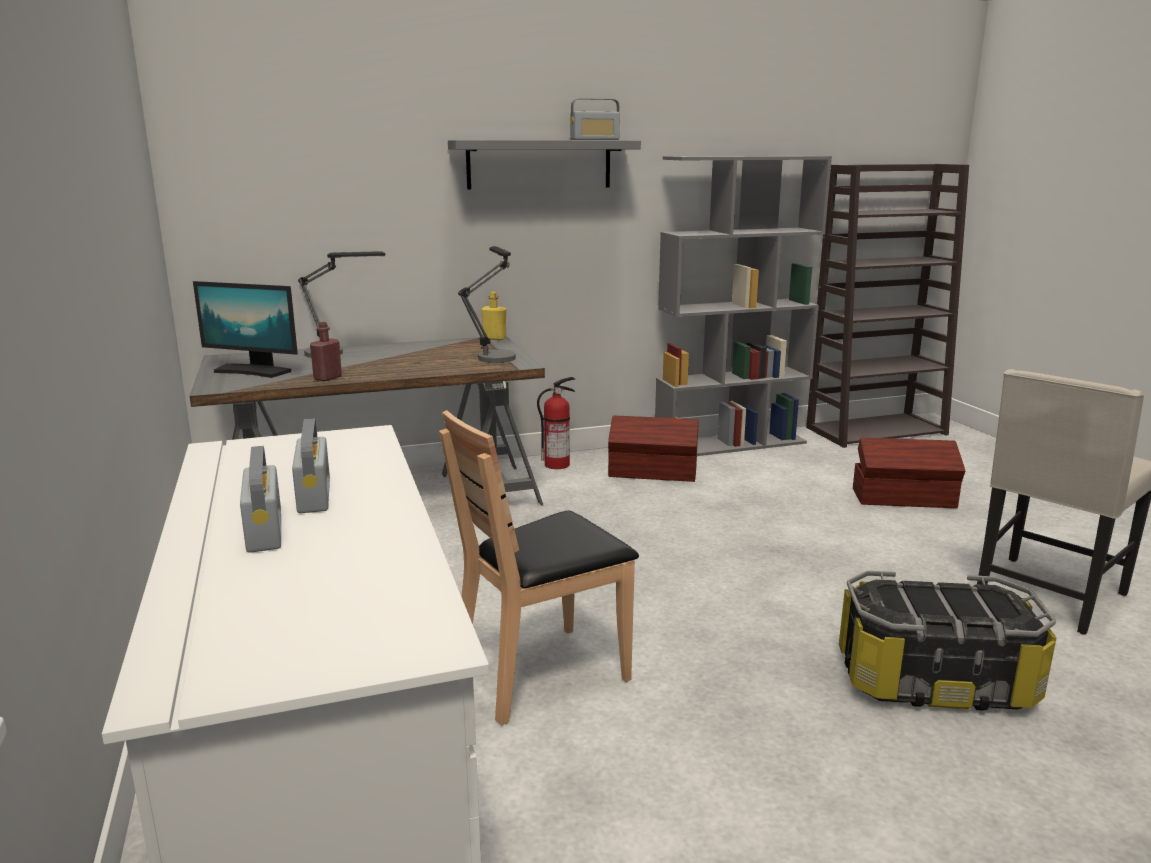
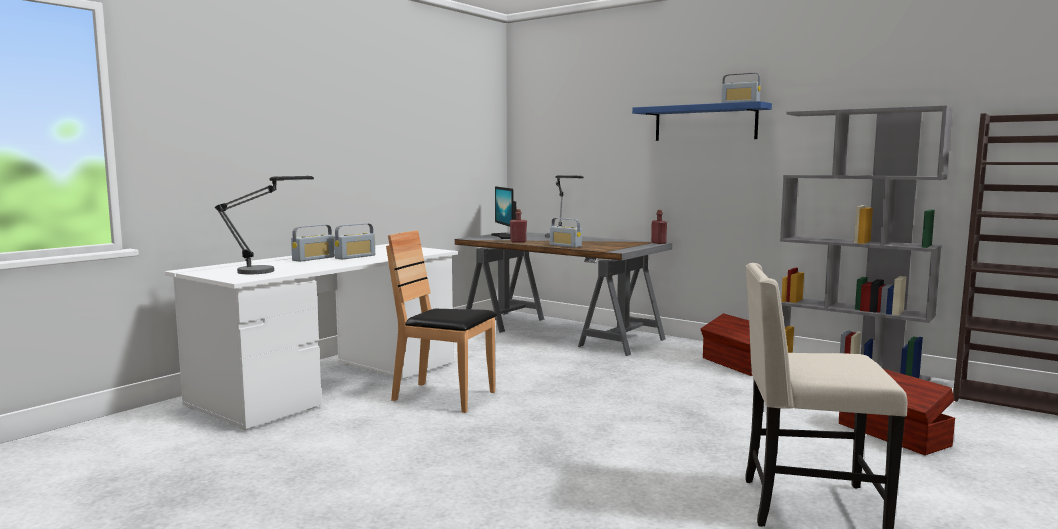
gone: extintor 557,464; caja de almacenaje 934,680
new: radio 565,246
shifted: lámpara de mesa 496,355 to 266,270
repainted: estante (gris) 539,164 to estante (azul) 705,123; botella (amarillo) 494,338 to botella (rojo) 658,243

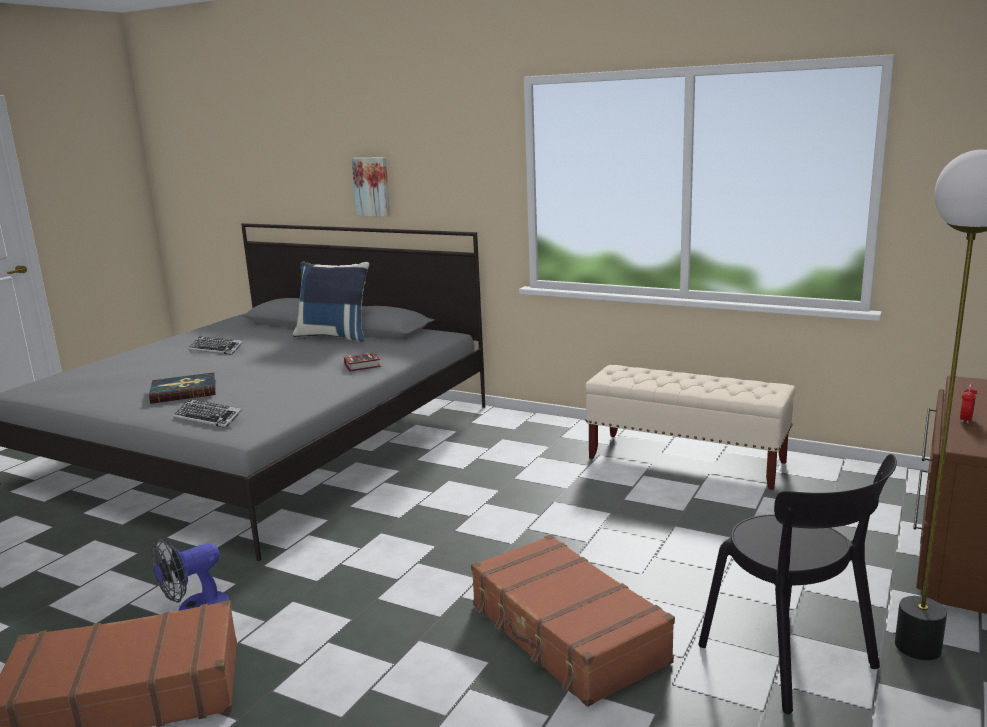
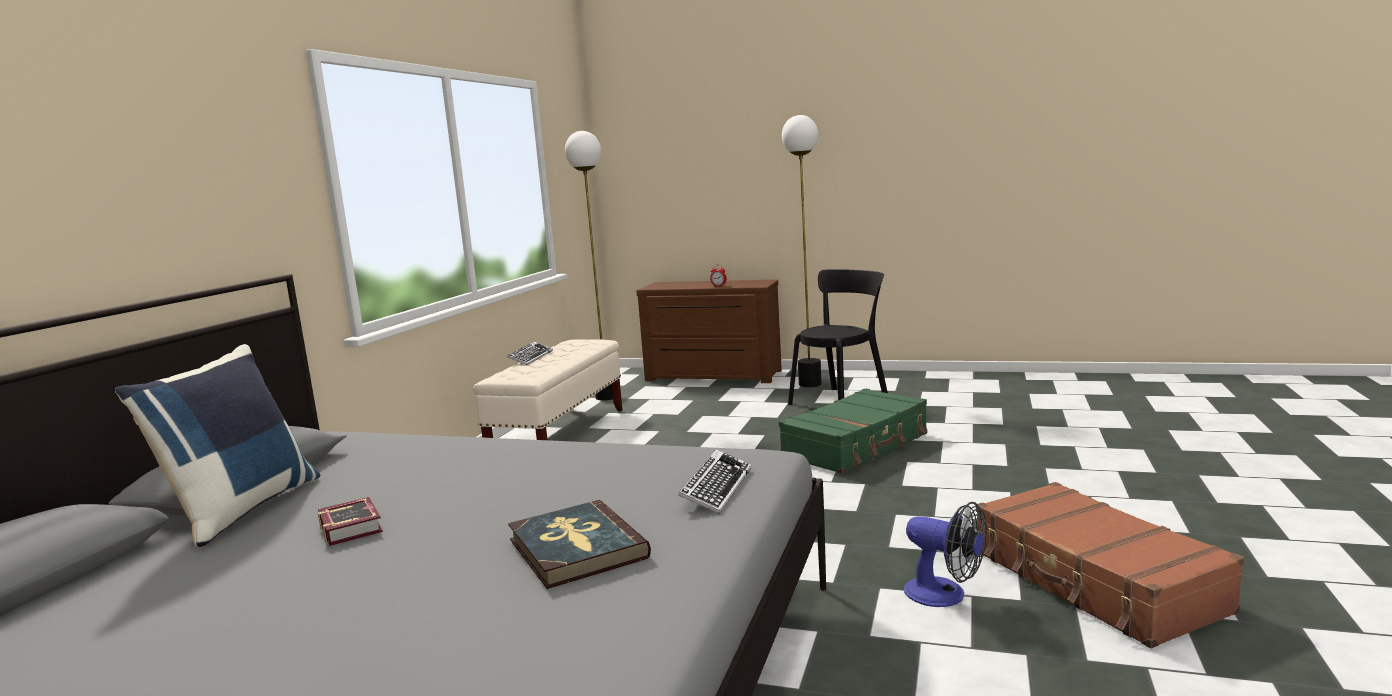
gone: cuadro 372,186
new: lámpara de pie 606,397
shifted: teclado 216,349 to 530,357; libro 364,366 to 352,526
repainted: maleta (marrón) 566,634 to maleta (verde) 856,446

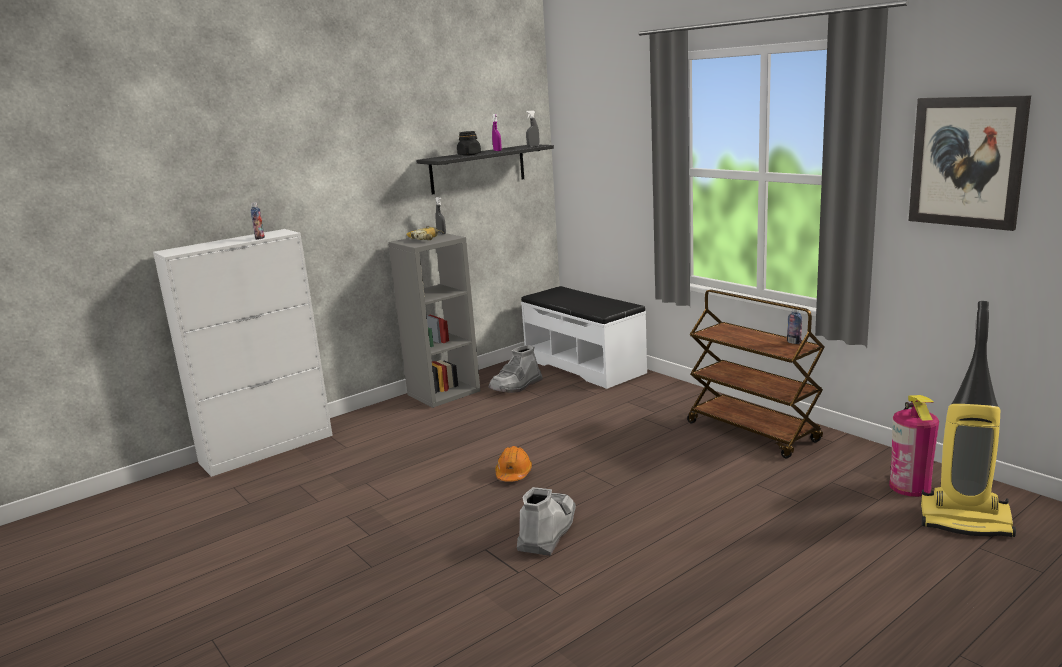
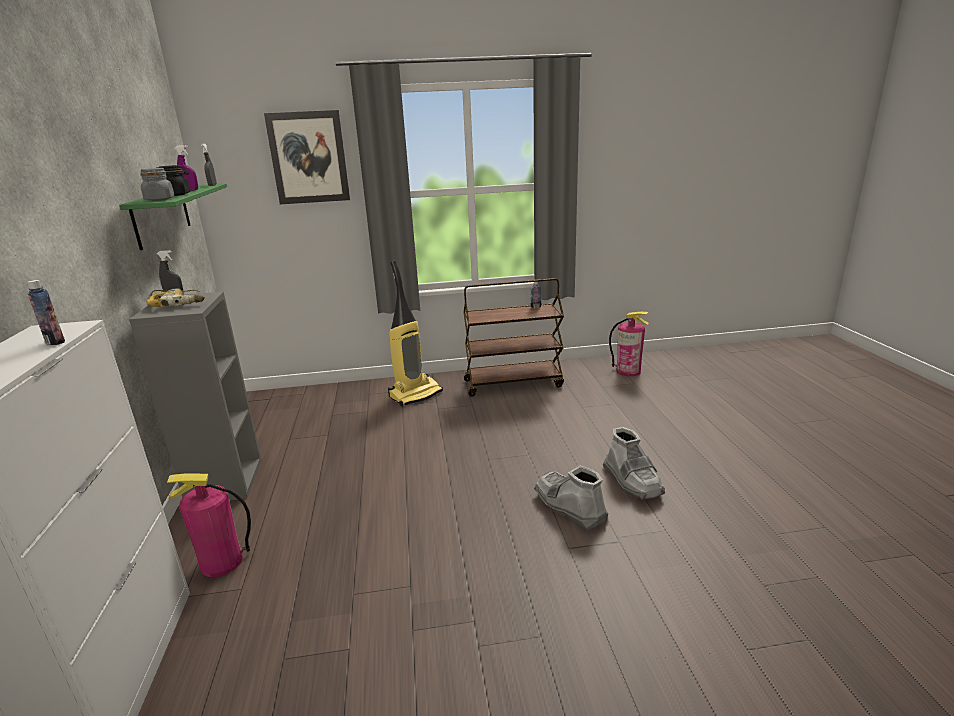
gone: casco (naranja) 513,473; banco (blanco) 584,365
new: tarro (gris) 160,199; extintor 221,562
shifted: bota (gris) 516,386 to 632,482; cuadro 966,162 to 309,158; aspiradora 965,520 to 415,394
repainted: estante (negro) 478,169 to estante (verde) 161,215

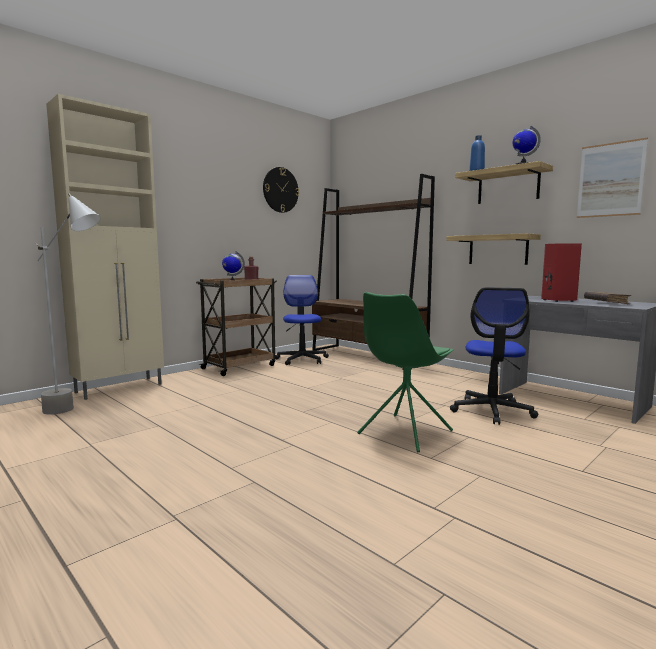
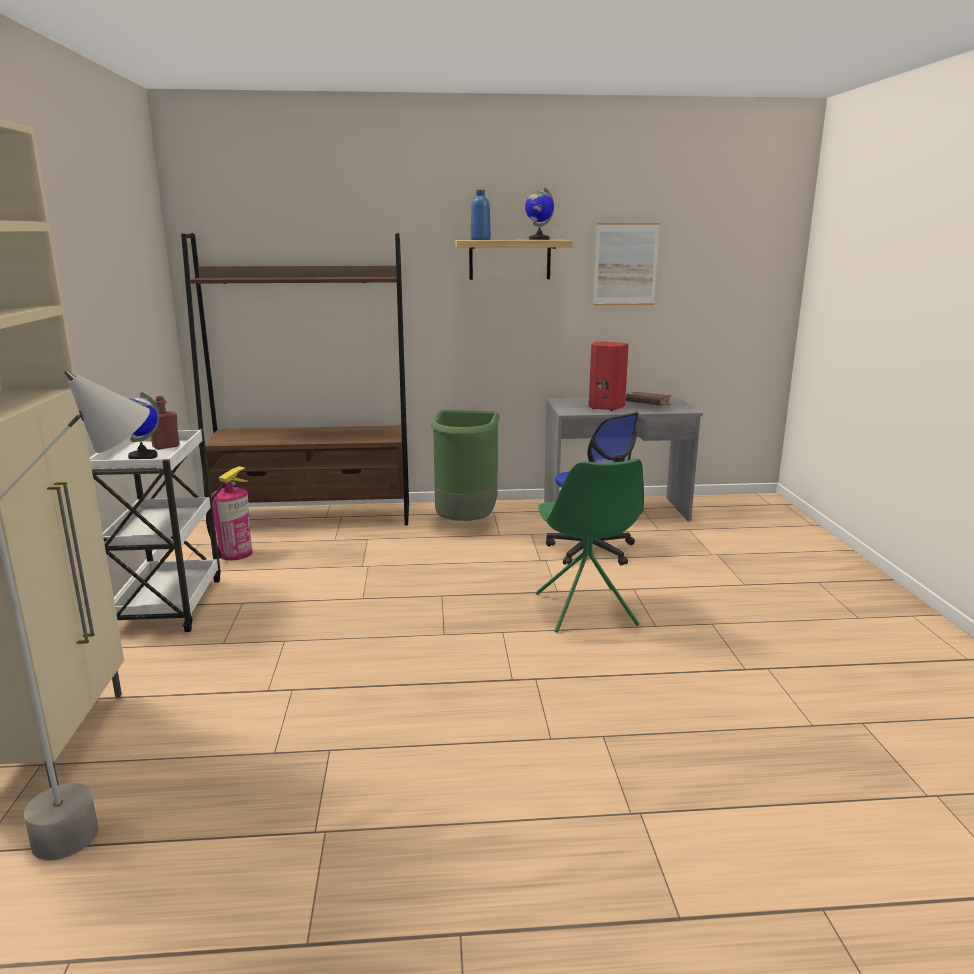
gone: reloj de pared 280,190; estante 498,250
new: papelera (verde) 466,524
swapped: silla de oficina 302,359 to extintor 235,553
repainted: carrito (marrón) 240,367 to carrito (blanco) 170,604

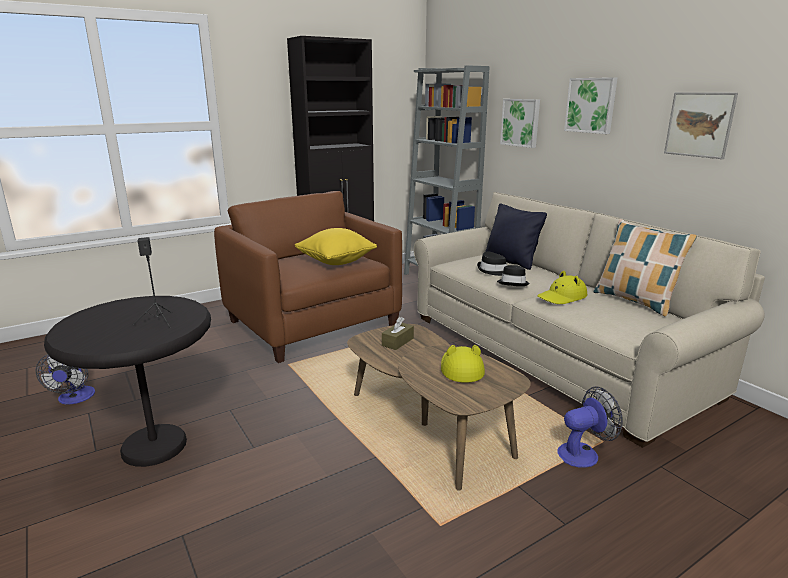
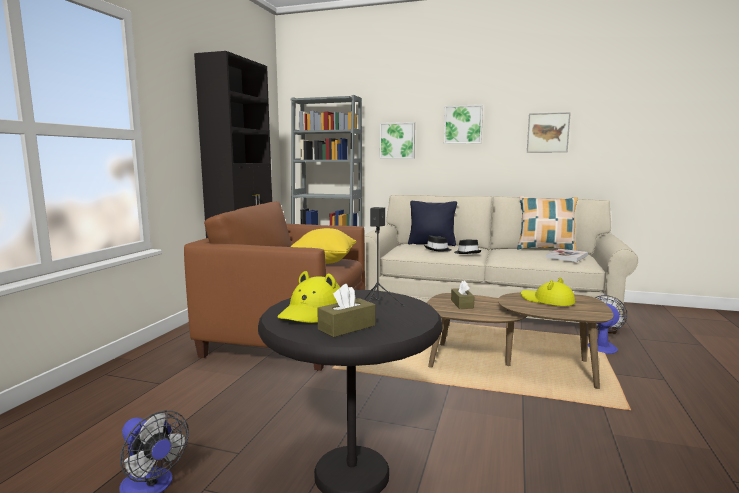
new: caja de pañuelos (marrón) 346,327; libro 566,256
shifted: sombrero (amarillo) 562,297 to 312,312

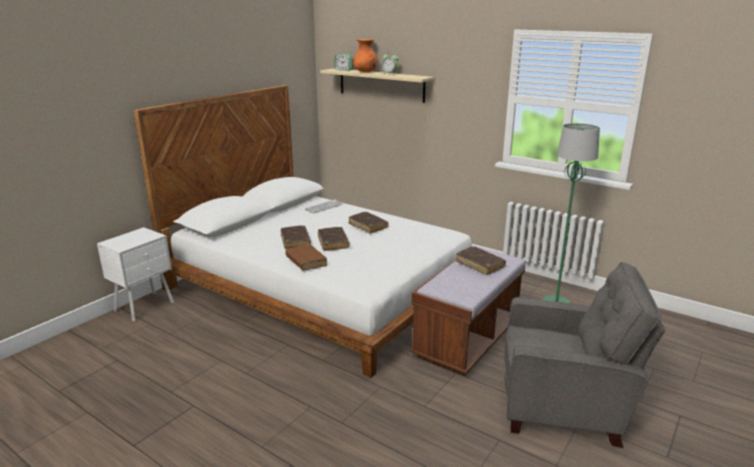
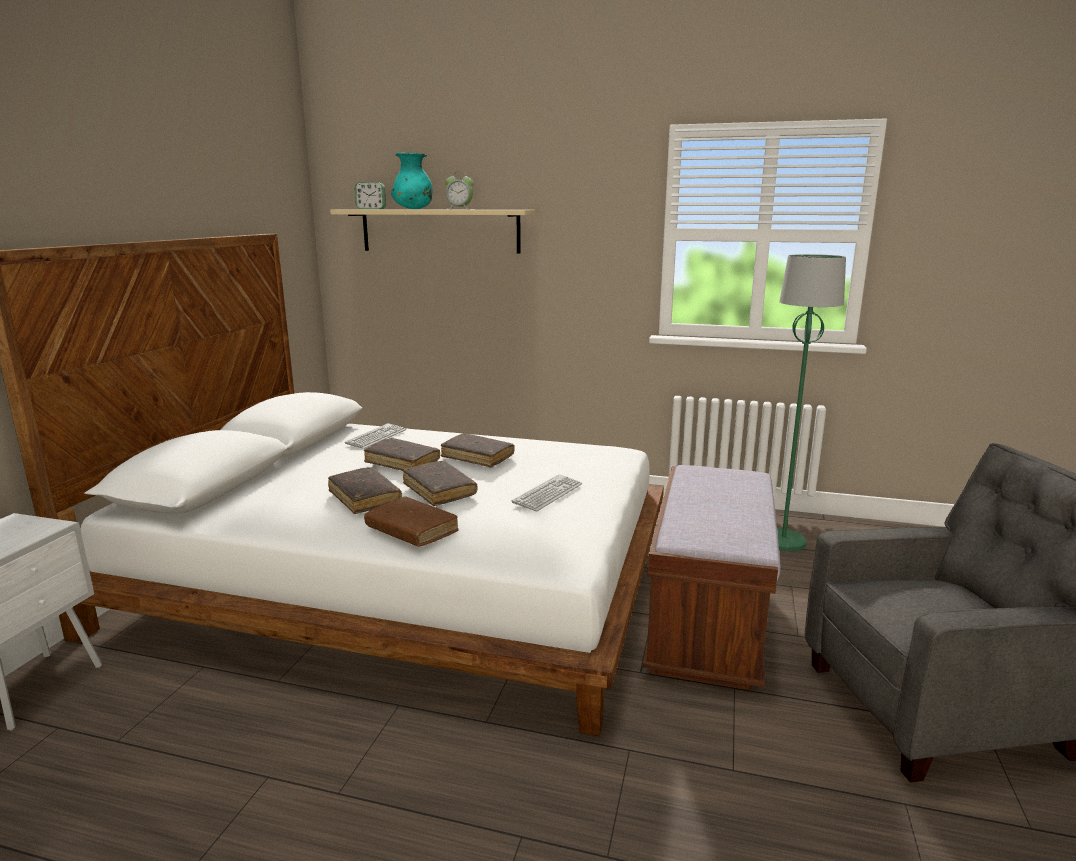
new: teclado 548,494
shifted: libro (marrón) 480,265 to 402,462
repainted: florero (naranja) 365,72 to florero (turquesa) 413,209

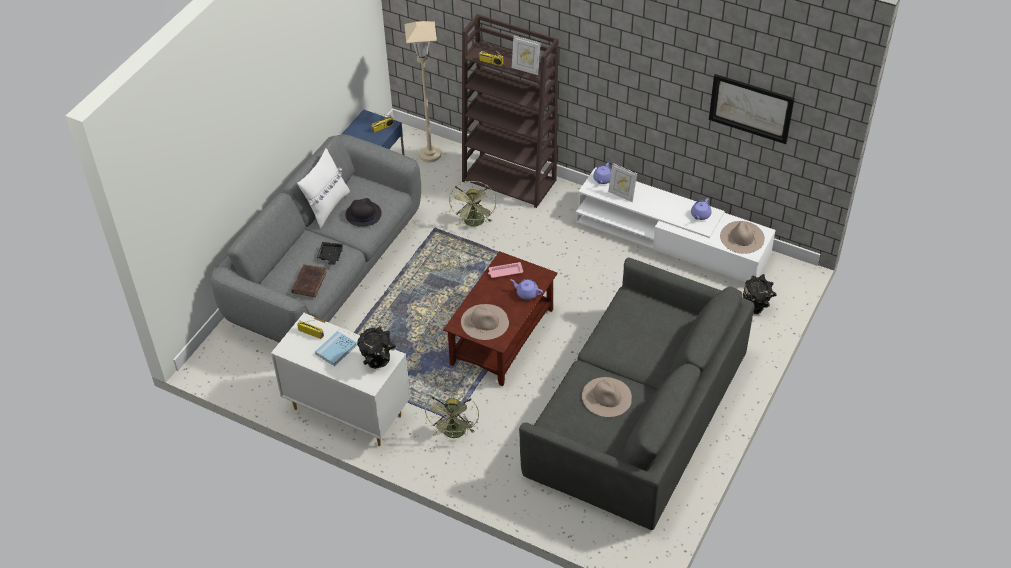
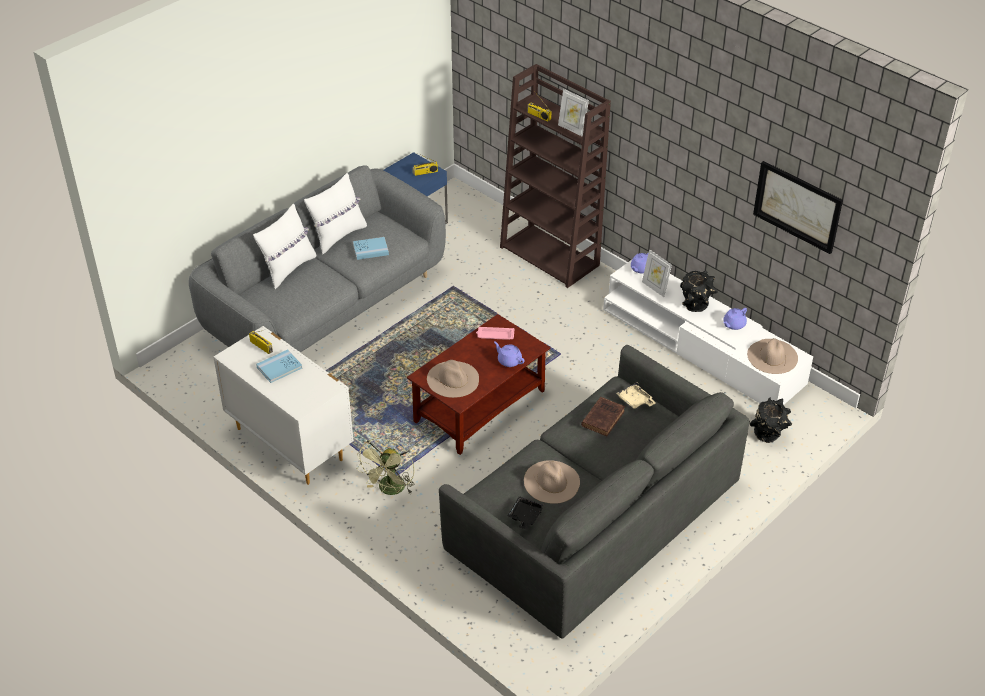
gone: lámpara de pie (beis) 430,154; ventilador (verde) 475,223
new: cojín (blanco) 288,269; bandeja (beis) 635,401
shifted: libro (marrón) 309,281 to 603,417; bandeja (negro) 330,256 to 525,516; florero (negro) 378,362 to 696,307
swapped: sombrero (negro) 363,214 to libro (azul) 370,249

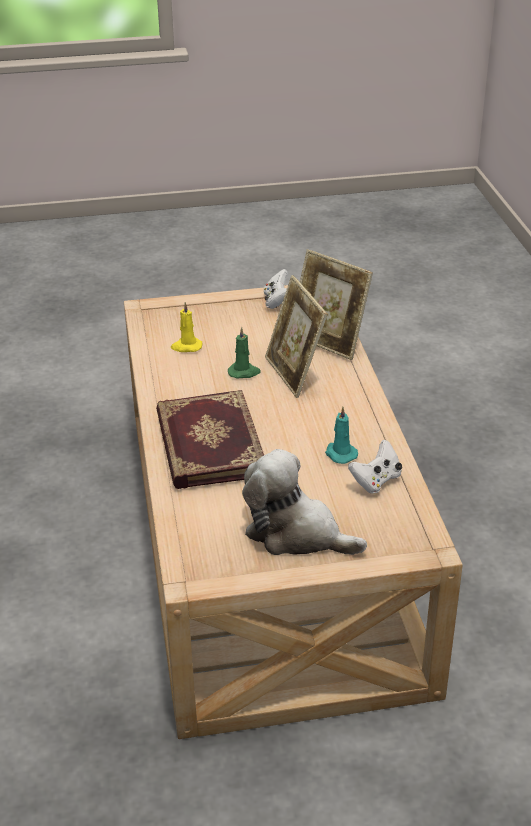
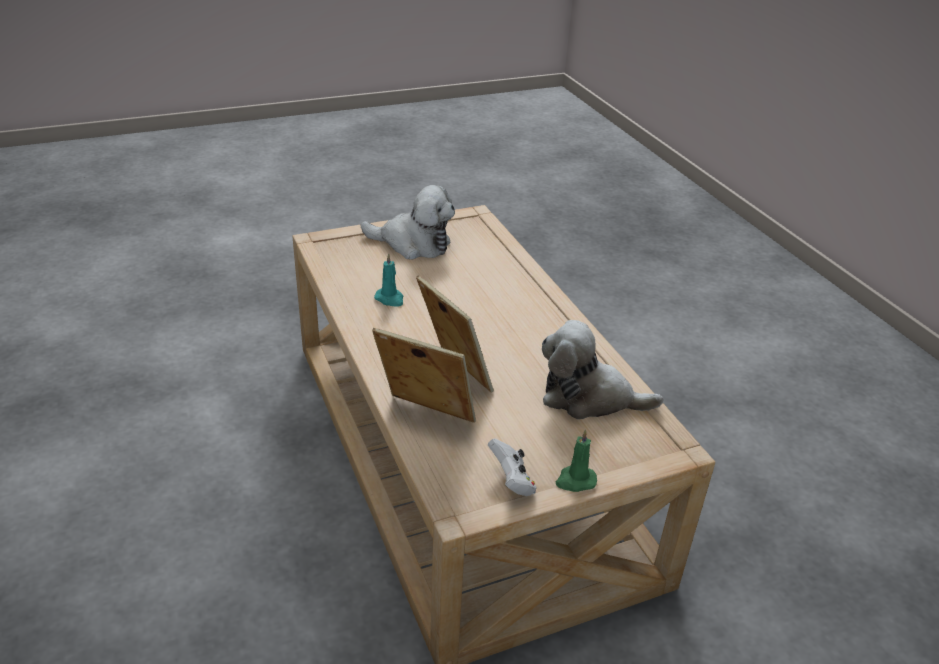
gone: libro 207,444; mando de consola (blanco) 376,481
shifted: vela (verde) 244,372 to 575,480
swapped: vela (amarillo) 186,347 to peluche 589,398

